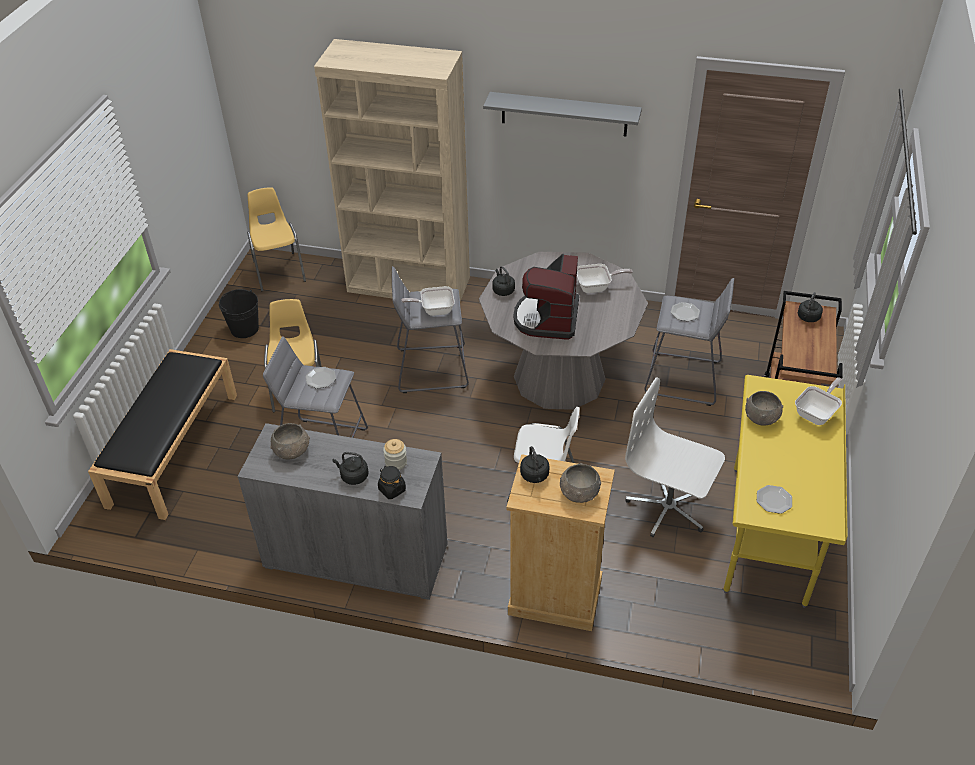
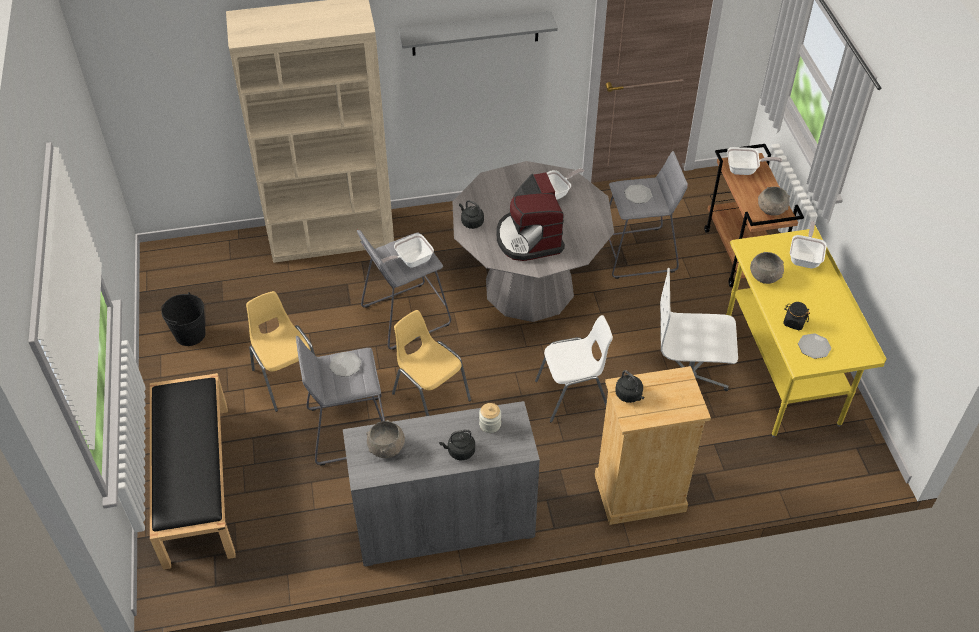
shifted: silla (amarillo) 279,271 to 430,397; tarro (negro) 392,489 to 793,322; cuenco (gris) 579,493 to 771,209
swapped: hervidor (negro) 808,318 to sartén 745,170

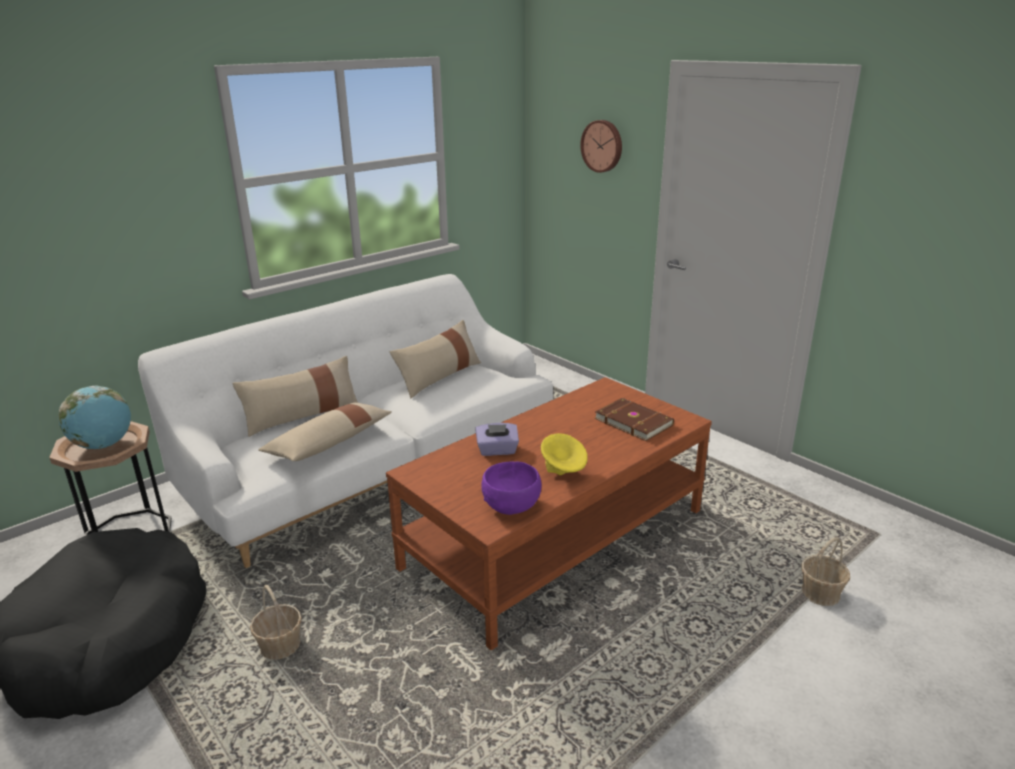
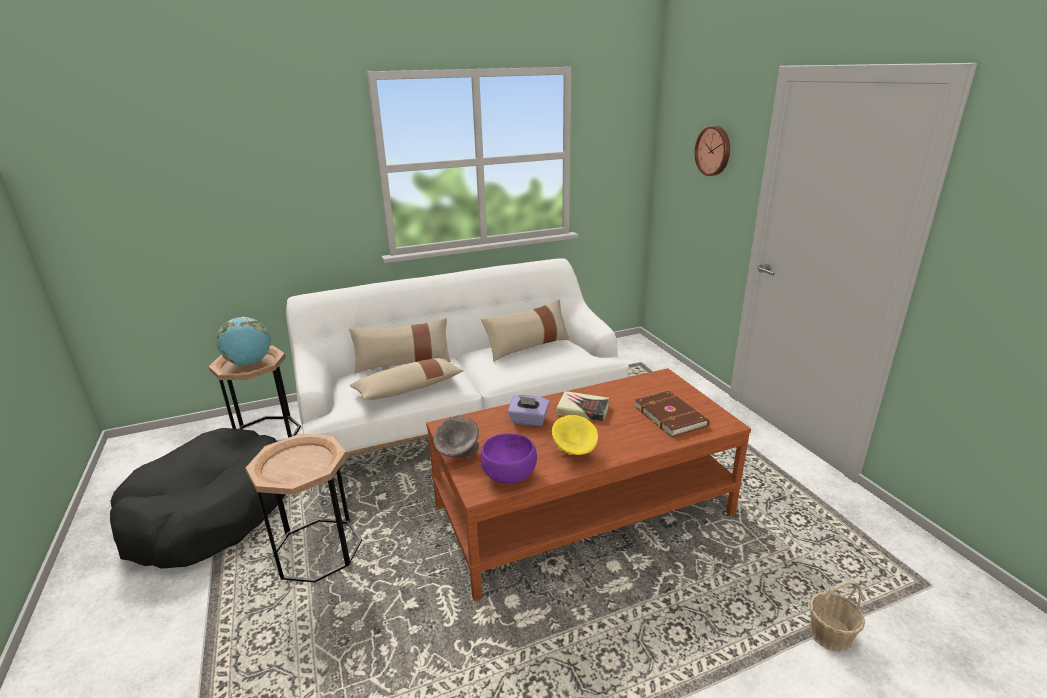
new: cuenco (gris) 458,454; libro 582,410
swapped: cesta 280,646 to mesa auxiliar (marrón) 317,550

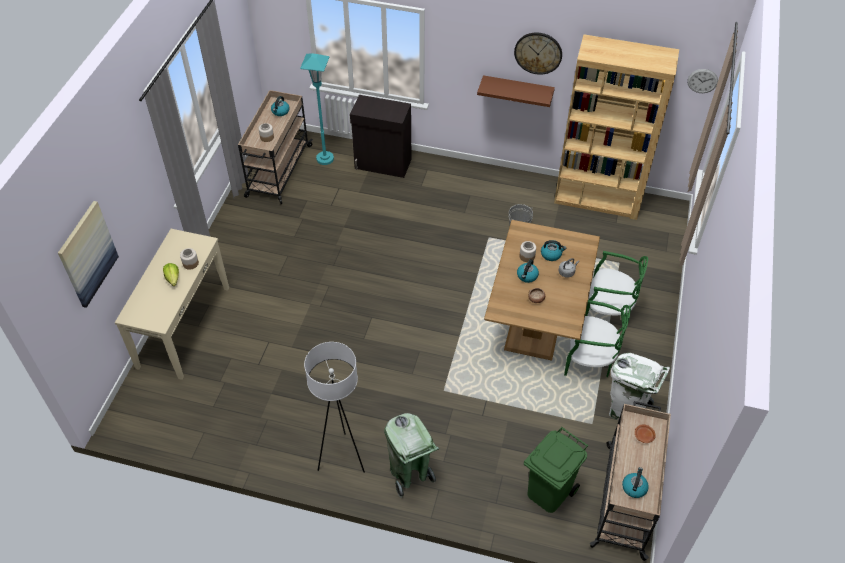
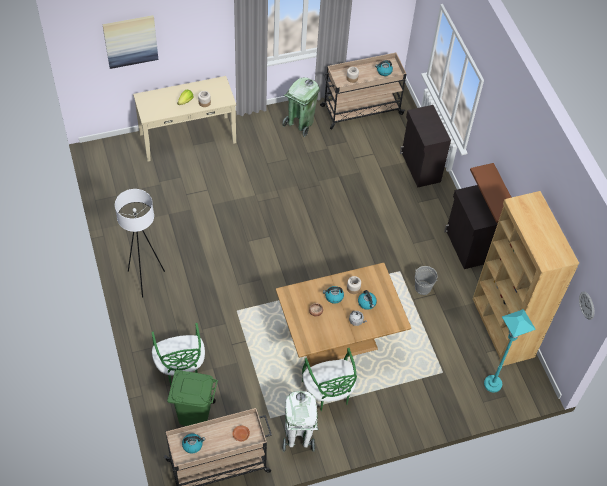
gone: reloj de pared 538,53
new: armario (negro) 466,247
shifted: lámpara de pie (turquesa) 325,159 to 492,384; papelera (verde) 409,474 to 300,123; silla (verde) 608,311 to 180,367

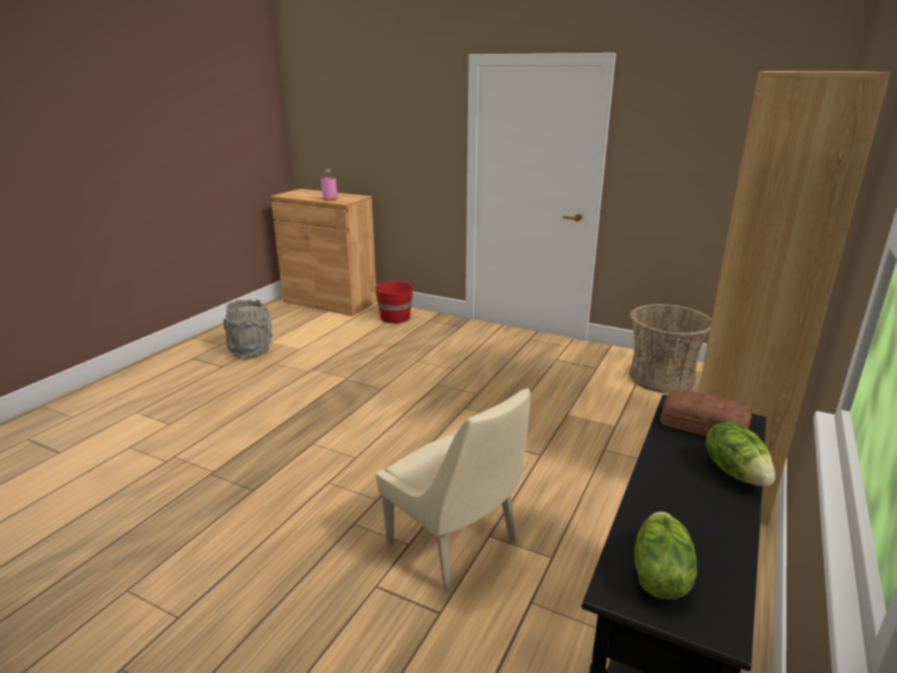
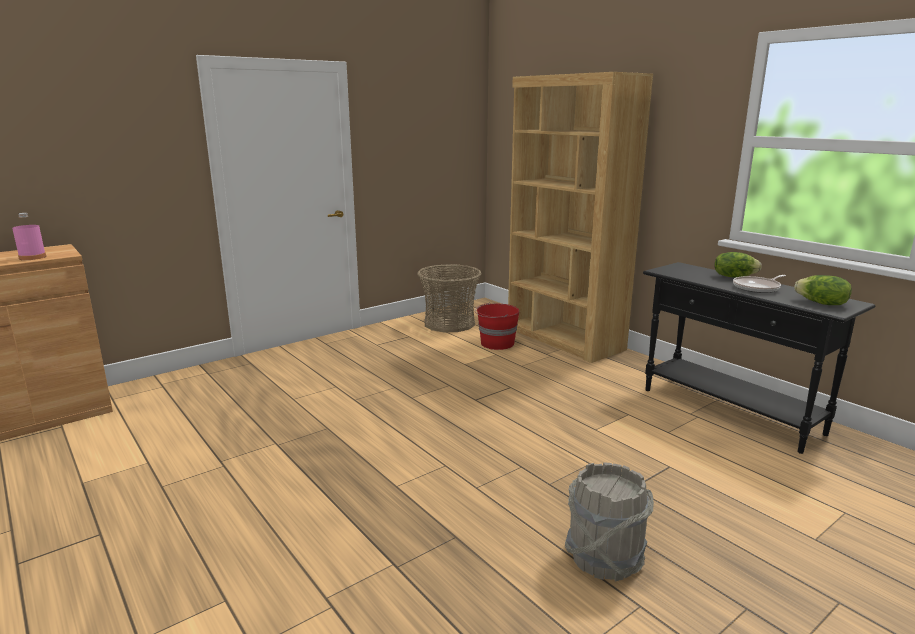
gone: silla (beis) 455,545; pan 702,424
new: sartén 758,288
shifted: cubo (gris) 251,351 to 604,558; cubo (rojo) 394,317 to 496,344

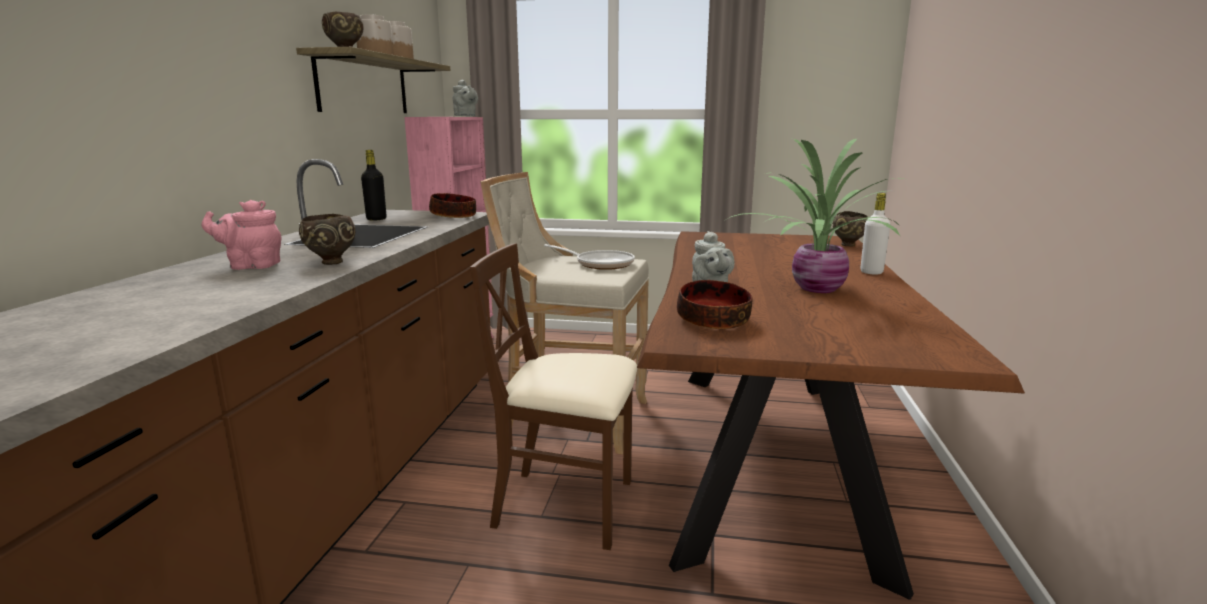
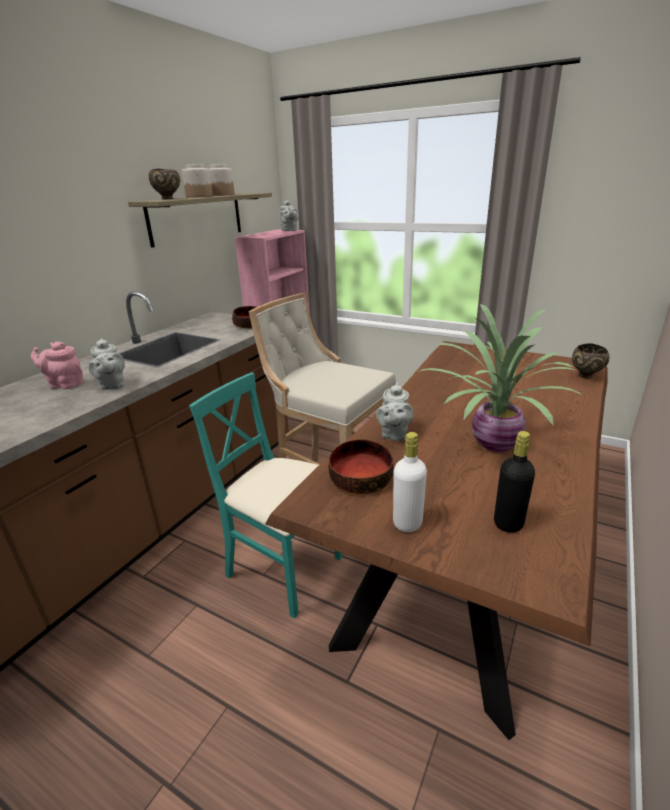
gone: sartén 600,264
shifted: botella (negro) 376,219 to 508,523; botella (blanco) 871,272 to 407,523
swapped: cuenco (marrón) 330,262 to tetera (gris) 112,385
repainted: silla (marrón) 566,505 to silla (turquesa) 285,568

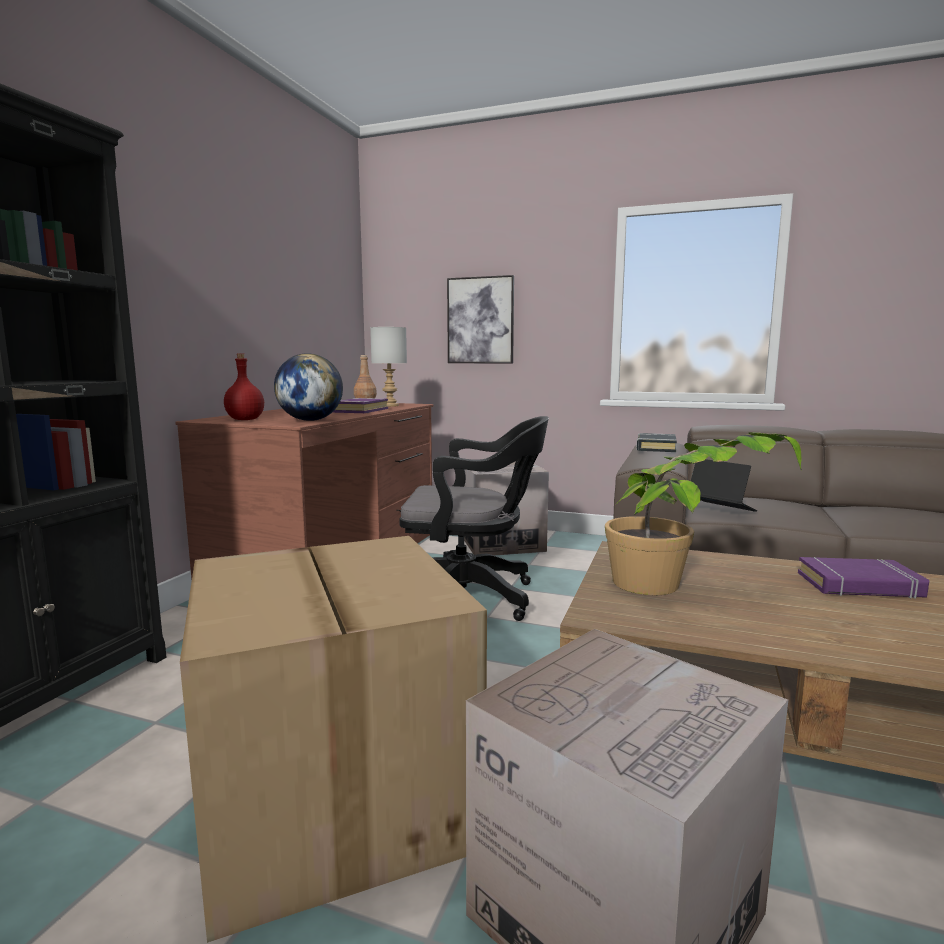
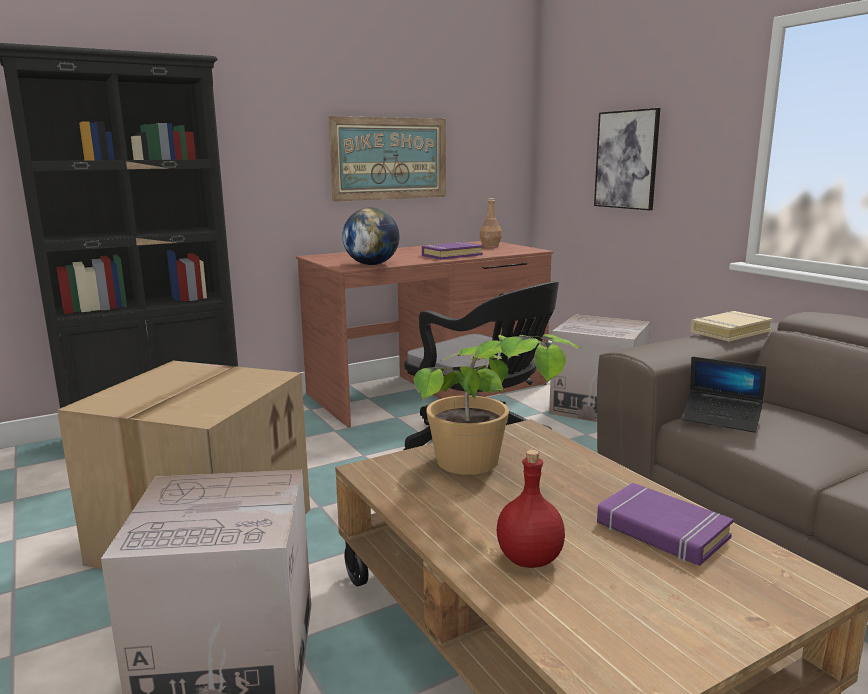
gone: lámpara de mesa (gris) 390,405
new: cuadro 389,158
shifted: botella (rojo) 244,420 to 528,559
repainted: libro (negro) 655,447 to libro (beis) 729,331
rotated: portátil 720,509 = 721,419 120 degrees clockwise

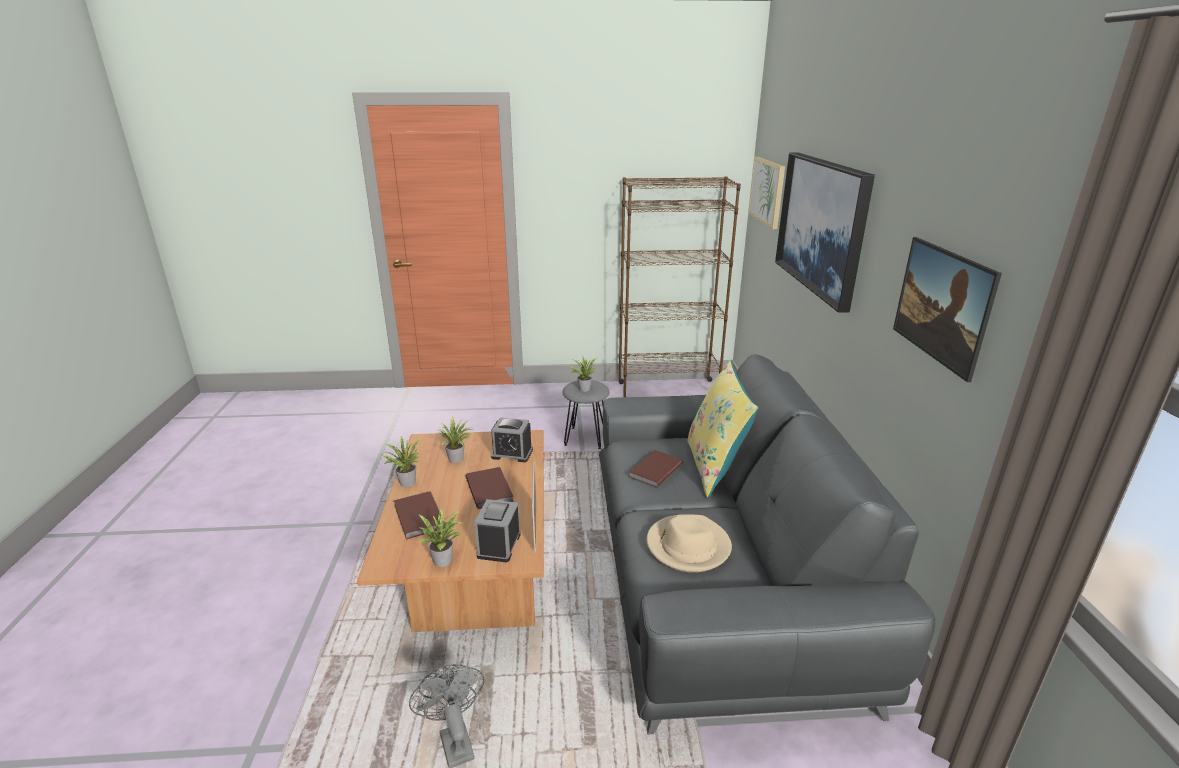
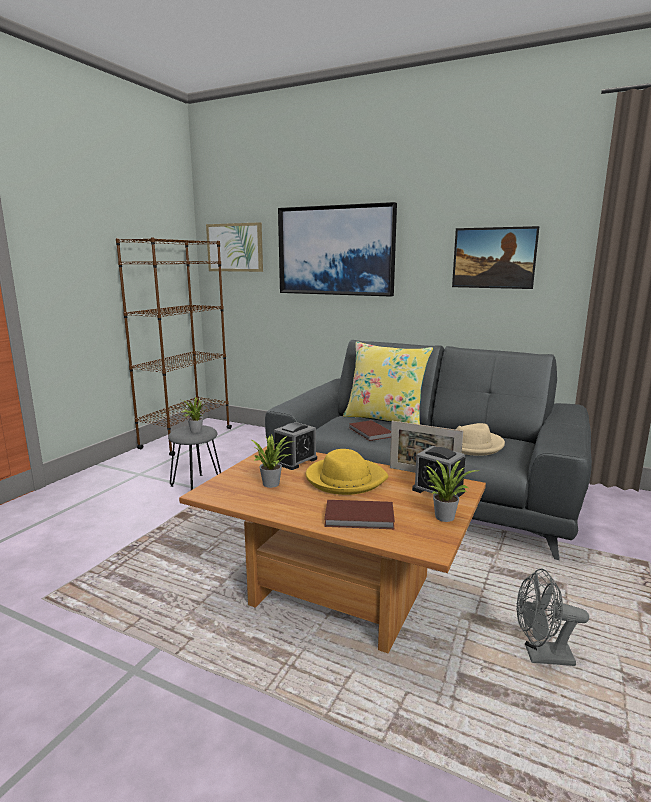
gone: planta en maceta 406,482
swapped: libro (marrón) 490,489 to sombrero (amarillo) 345,479

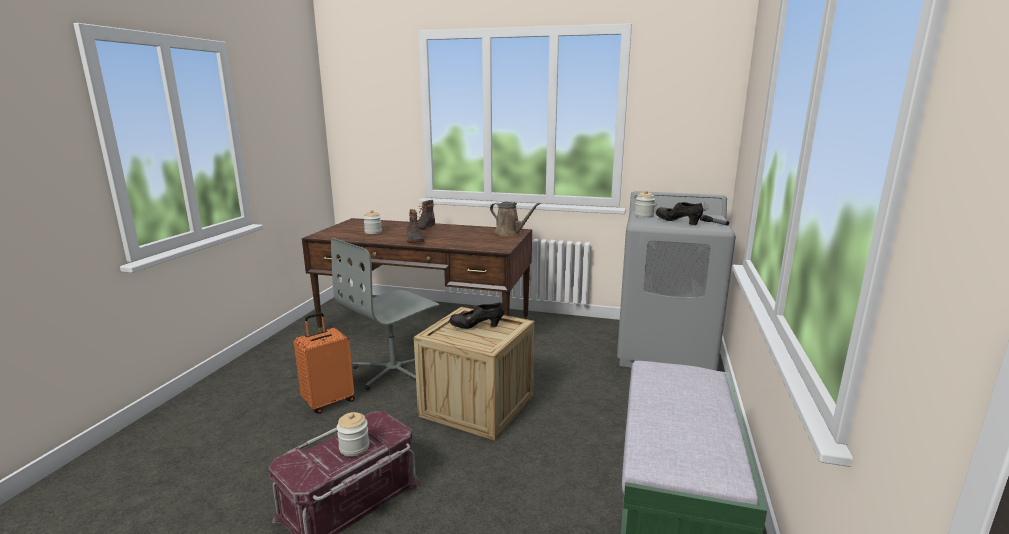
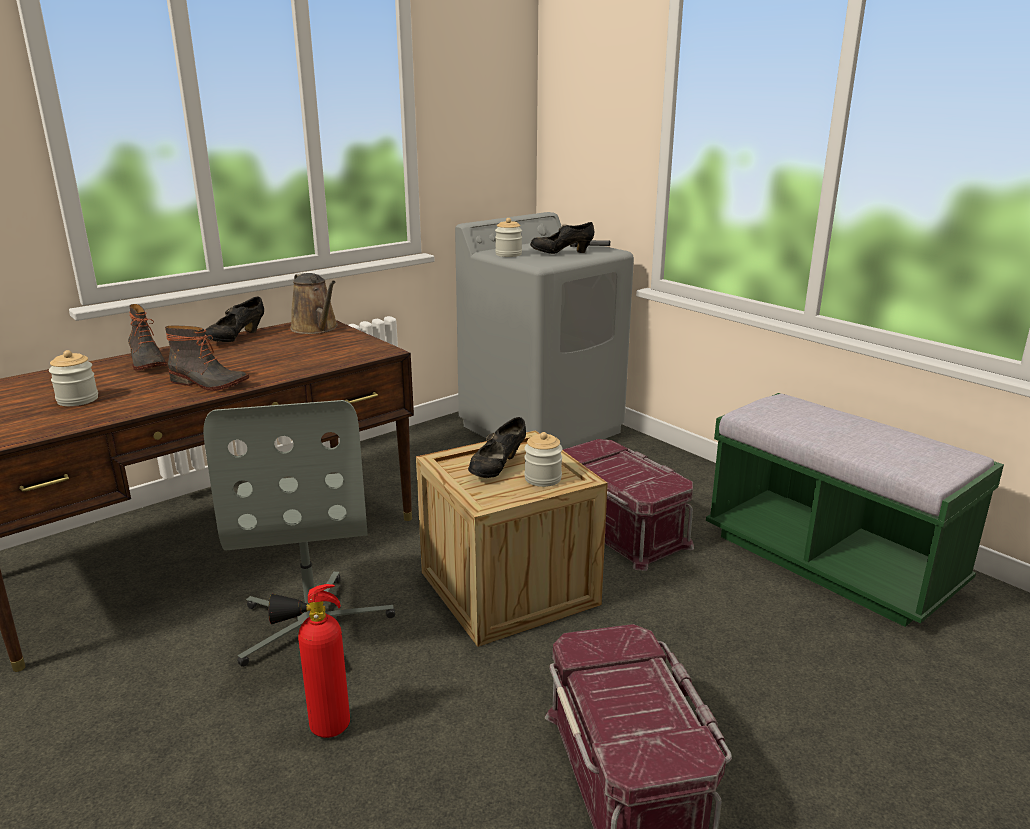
new: zapato (negro) 236,338; caja de almacenaje (rojo) 621,527
shifted: tarro 354,447 to 543,478
swapped: maleta (naranja) 328,401 to extintor 320,728
rotated: regadera (marrón) 510,233 = 316,328 75 degrees clockwise

